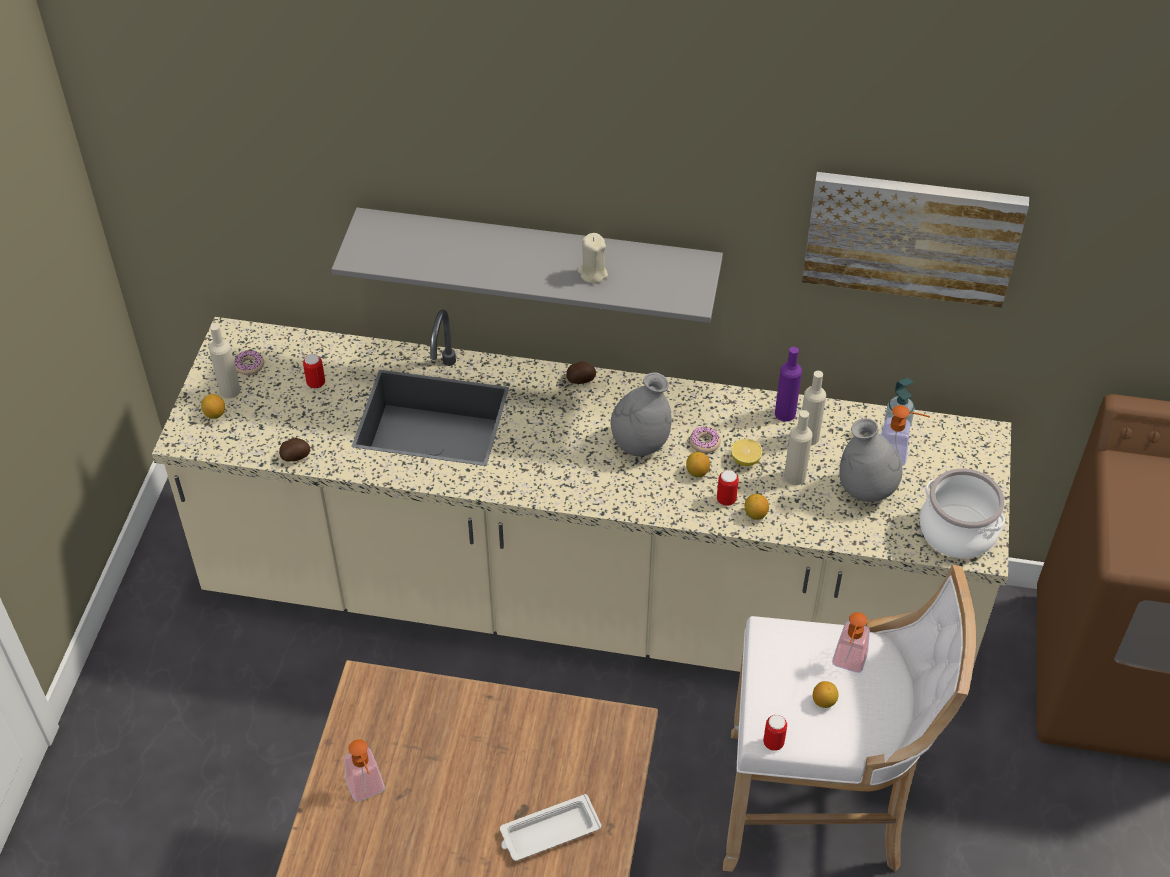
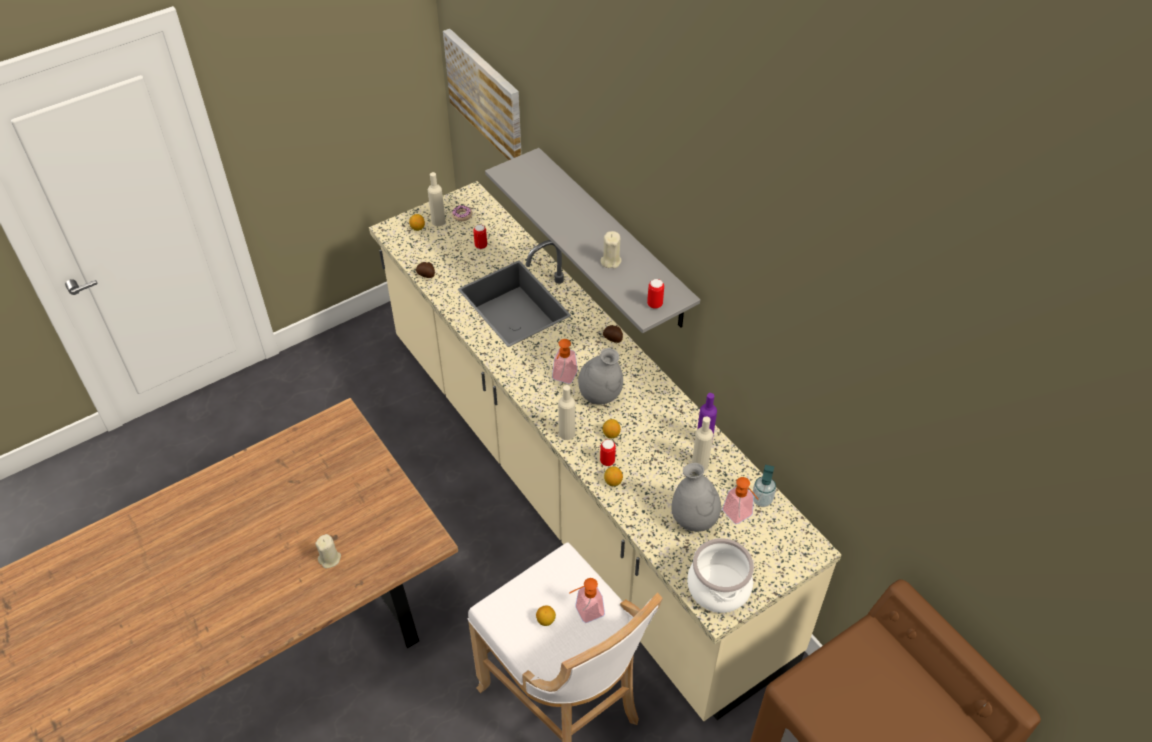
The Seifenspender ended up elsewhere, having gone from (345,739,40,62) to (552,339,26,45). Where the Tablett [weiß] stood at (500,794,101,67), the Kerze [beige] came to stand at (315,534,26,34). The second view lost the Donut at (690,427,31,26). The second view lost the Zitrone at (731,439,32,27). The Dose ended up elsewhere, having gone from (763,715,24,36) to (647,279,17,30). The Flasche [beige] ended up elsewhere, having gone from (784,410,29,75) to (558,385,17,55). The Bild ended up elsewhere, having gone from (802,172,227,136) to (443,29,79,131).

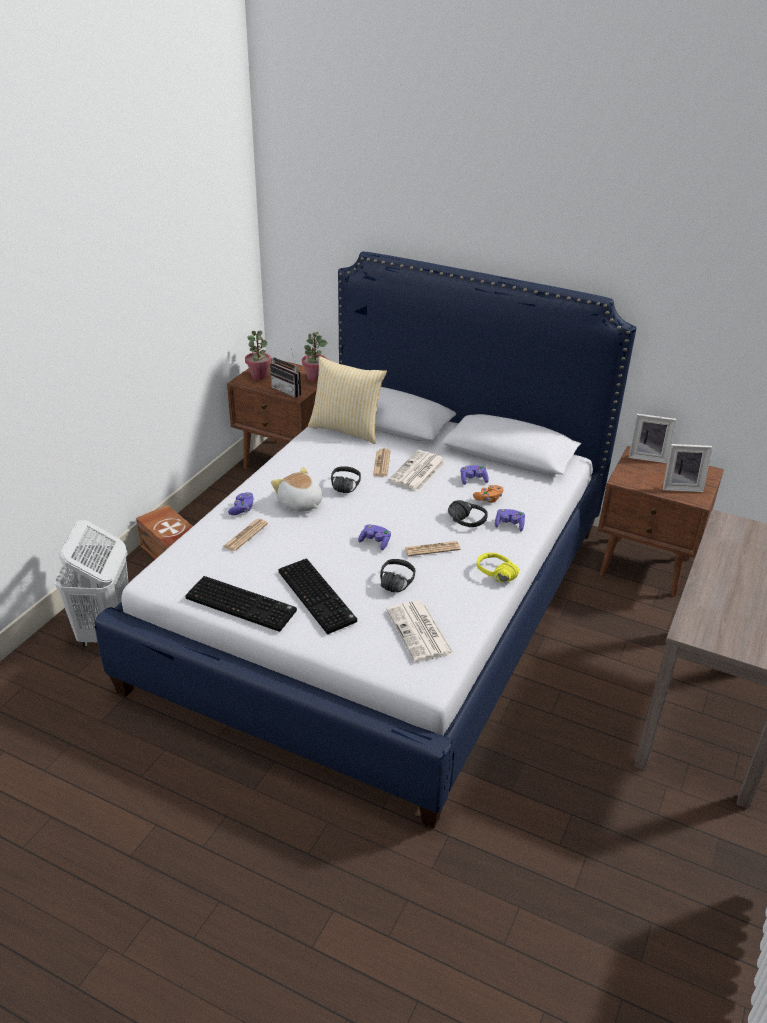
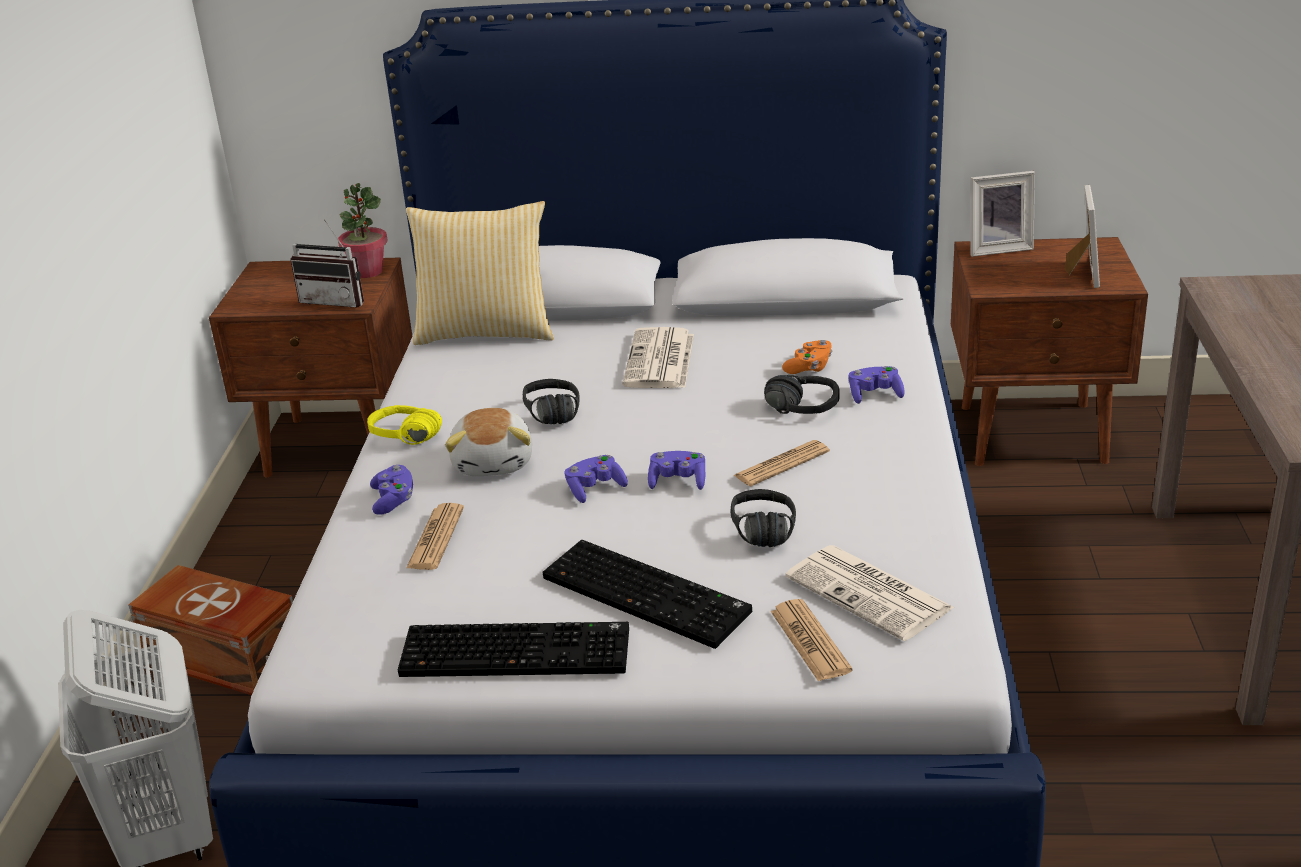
The second view lost the Topfpflanze at (245,331,26,49). The Plüschtier at (271,467,52,45) ended up facing another way, 120 degrees counterclockwise from before. The Zeitung ended up elsewhere, having gone from (373,449,18,28) to (771,599,81,83). The Gamepad [lila] ended up elsewhere, having gone from (460,465,29,20) to (564,455,64,48). The Kopfhörer [gelb] ended up elsewhere, having gone from (477,553,42,29) to (367,405,75,40). The Bilderrahmen at (663,444,49,48) ended up facing another way, 60 degrees counterclockwise from before.

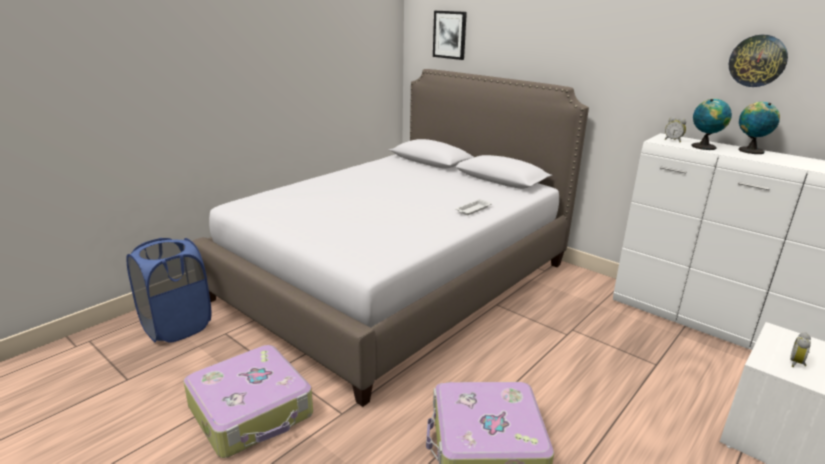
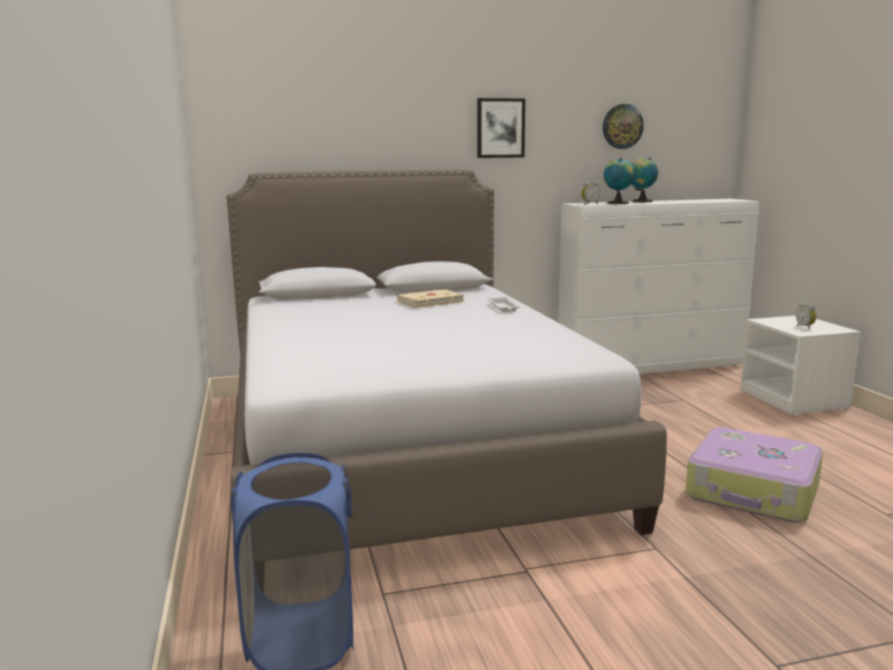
The second view lost the Koffer at (183,345,130,113). The Bild ended up elsewhere, having gone from (433,11,34,49) to (477,98,48,60). The second view gained the Buch [beige] at (397,289,67,19).

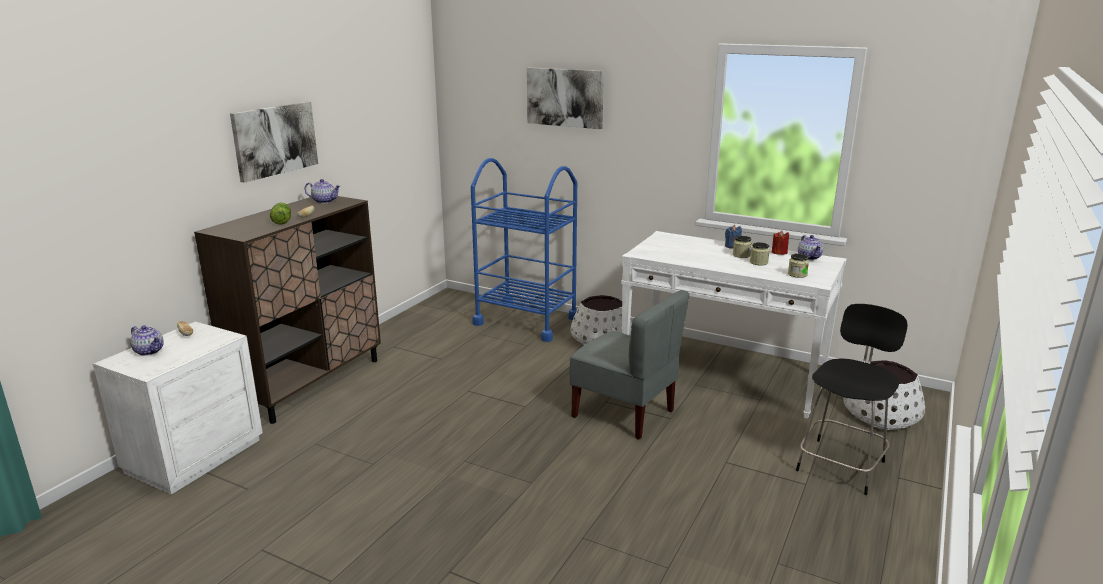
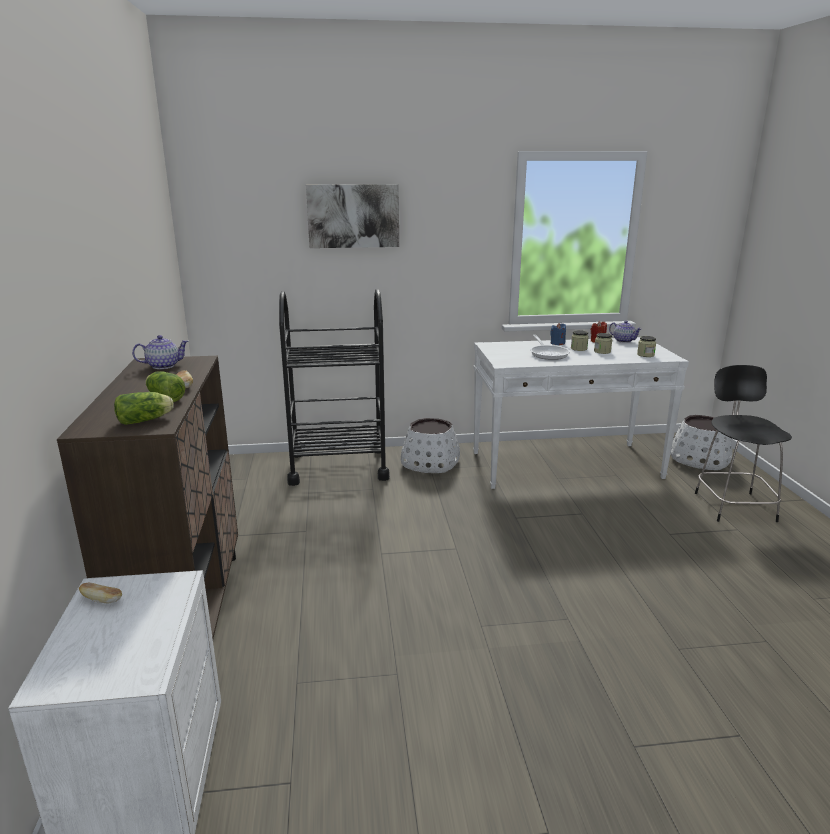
The second view lost the Teekanne at (130,325,34,31). The second view lost the Bild at (230,101,88,82). What was the Rollwagen [blau] at (471,158,106,184) turned into the Rollwagen [schwarz] at (279,289,111,197). The second view lost the Stuhl [grau] at (570,290,119,149). The second view gained the Salatkopf at (114,392,60,33). The second view gained the Pfanne at (530,335,40,25).

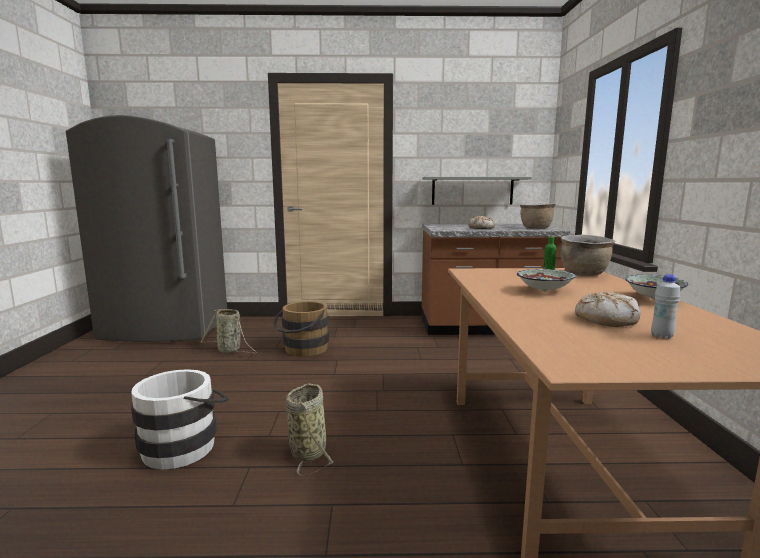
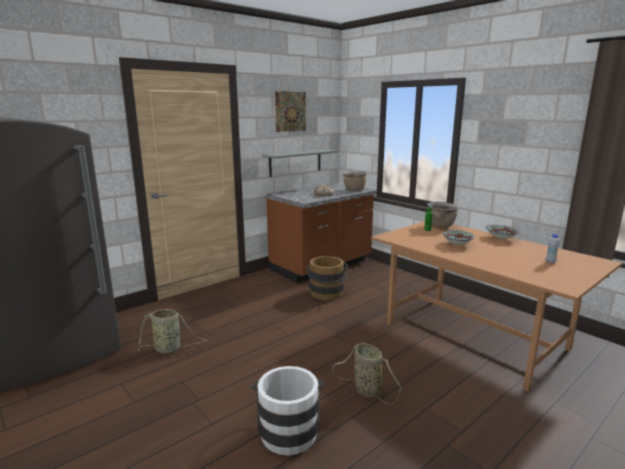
The Eimer [braun] ended up elsewhere, having gone from (273,301,56,56) to (306,256,42,44). The second view lost the Brot at (575,292,66,35). The second view gained the Bild at (275,91,31,41).

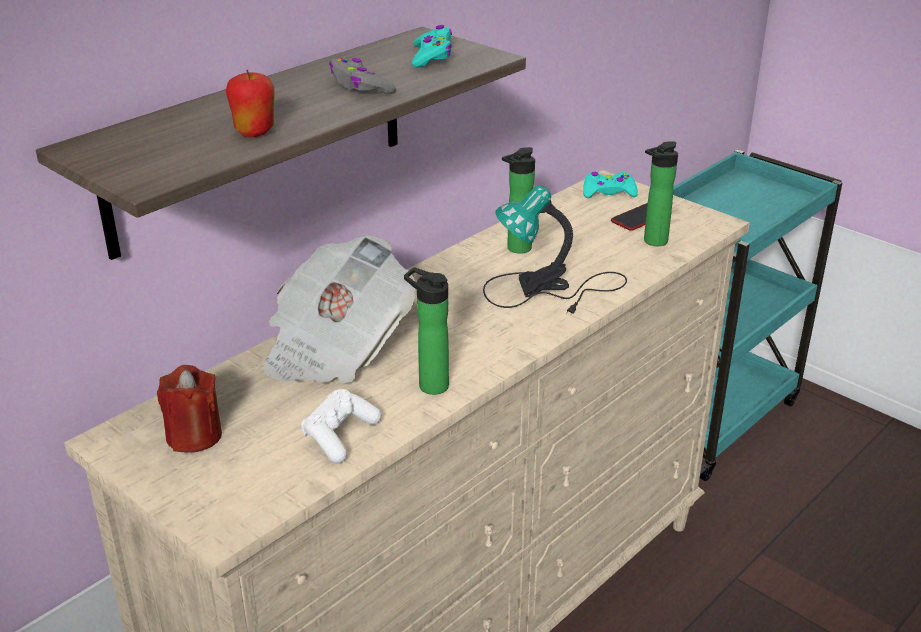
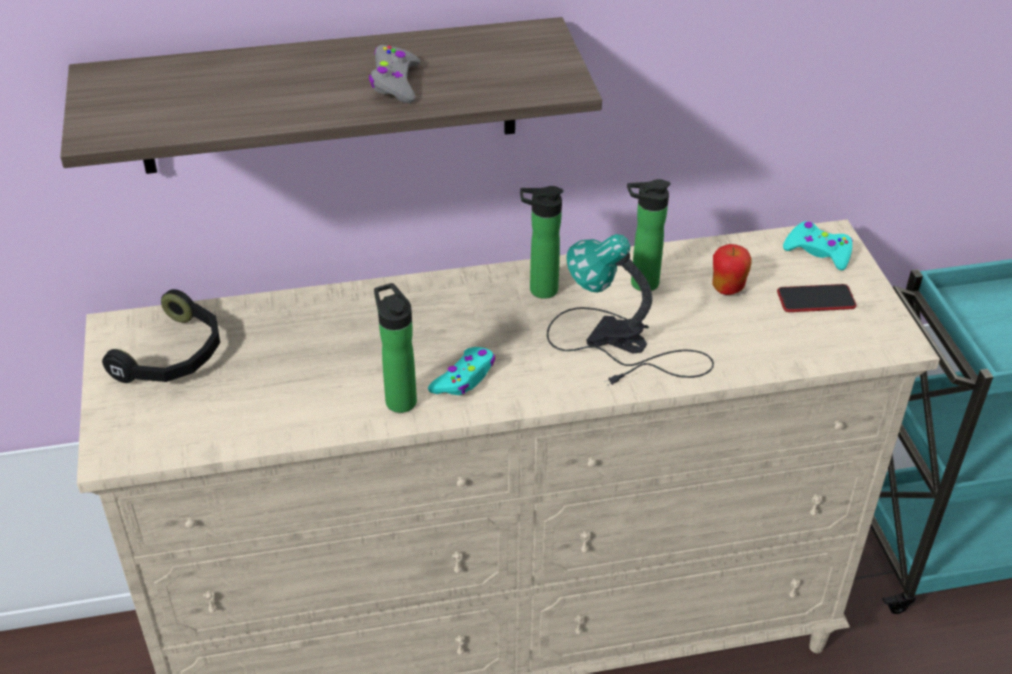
Where the Kerze [rot] stood at (157,365,65,88), the Kopfhörer [schwarz] came to stand at (102,289,118,94). The Apfel ended up elsewhere, having gone from (226,69,49,69) to (712,244,40,51). The second view lost the Zeitung at (263,236,152,148). The second view lost the Gamepad [weiß] at (301,389,81,75). The Gamepad [türkis] ended up elsewhere, having gone from (412,25,40,42) to (428,347,67,48). The Flasche ended up elsewhere, having gone from (644,141,34,105) to (520,186,43,113).

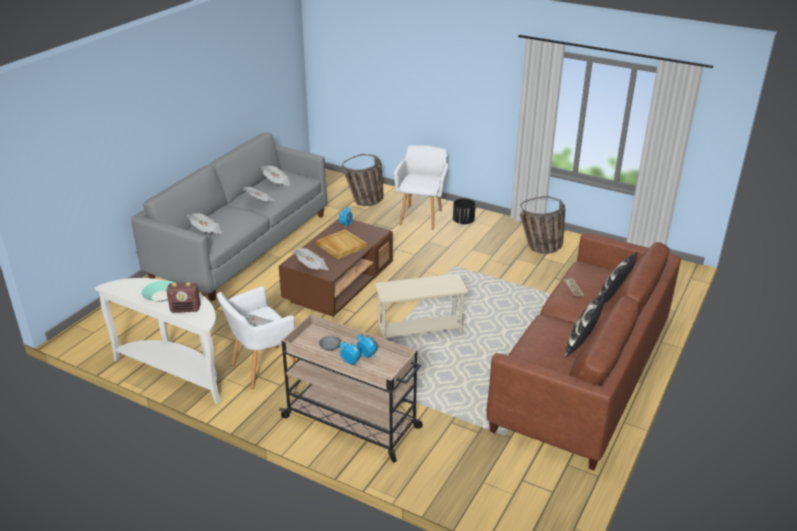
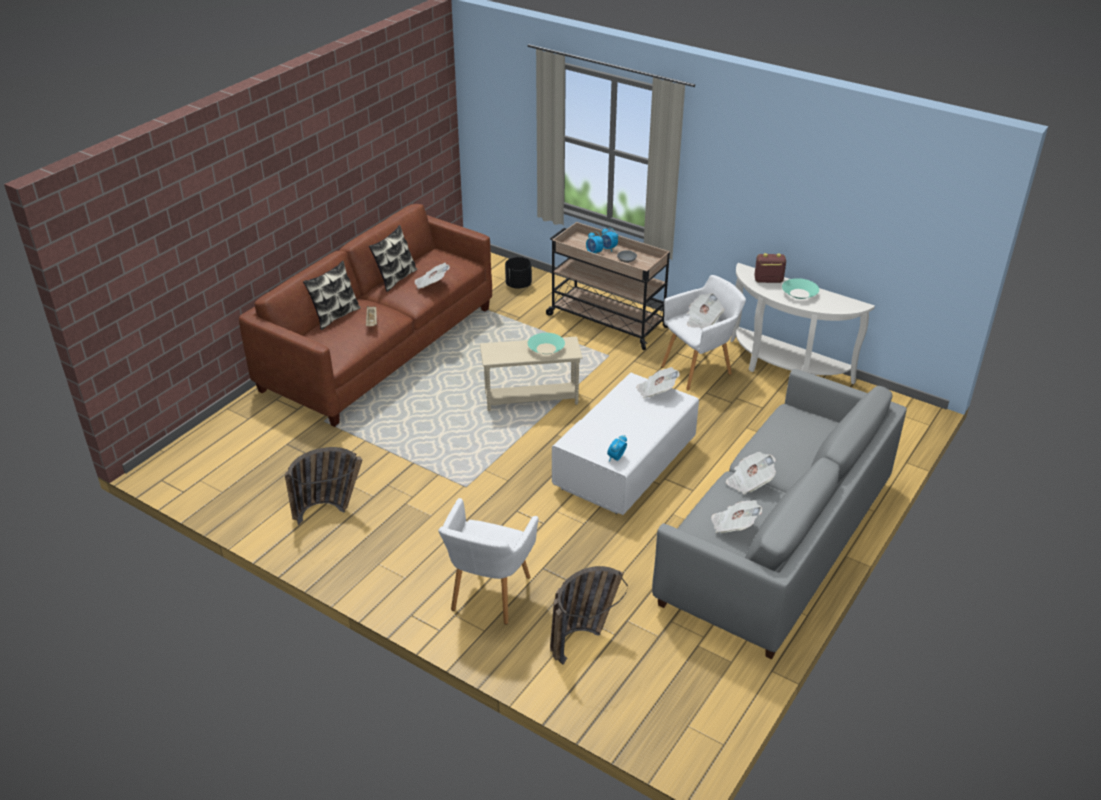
The Zeitung ended up elsewhere, having gone from (187,213,35,21) to (414,263,36,26). What was the Couchtisch [braun] at (279,219,114,98) turned into the Couchtisch [weiß] at (552,372,147,143). The second view lost the Tablett [beige] at (316,229,51,30). The Pflanzkübel [schwarz] ended up elsewhere, having gone from (453,198,23,26) to (505,257,27,32). The second view gained the Schüssel [türkis] at (528,333,37,21).

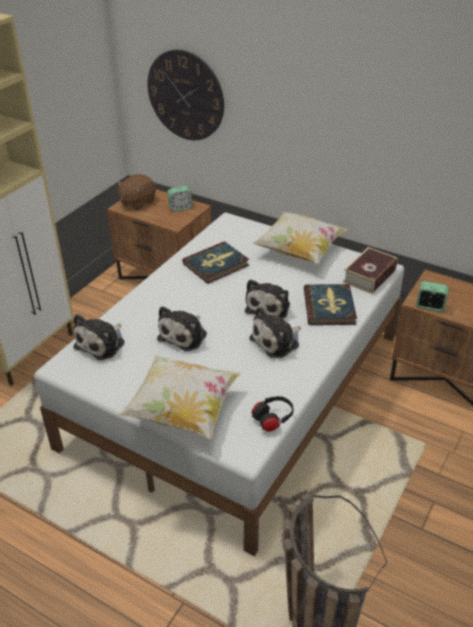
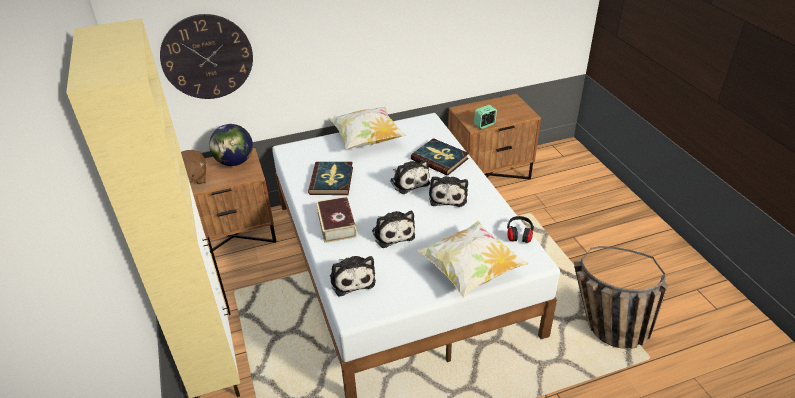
Where the Wecker stood at (167,186,26,26), the Globus came to stand at (209,124,44,42). The Buch ended up elsewhere, having gone from (343,247,54,47) to (316,196,41,47).

